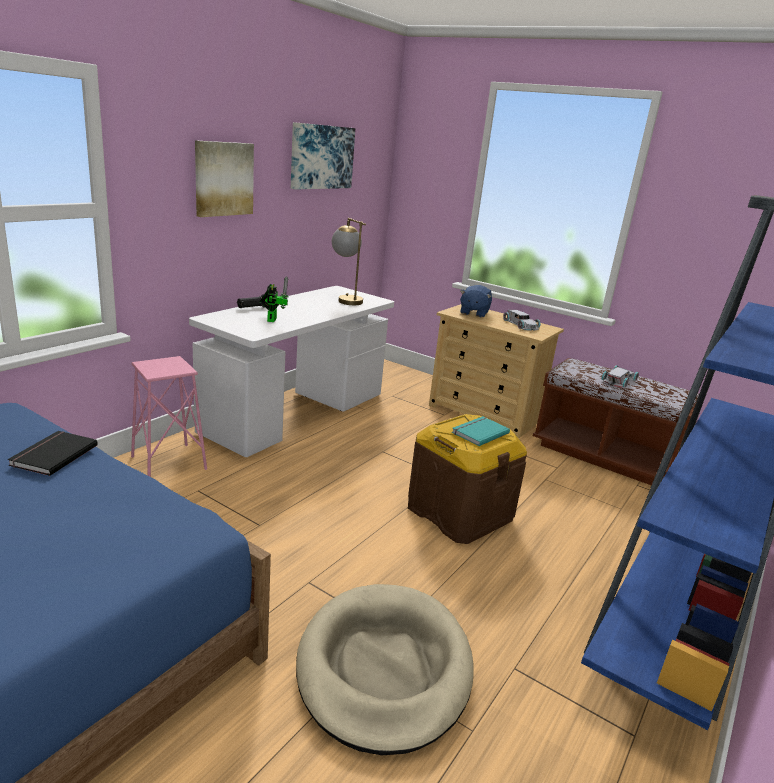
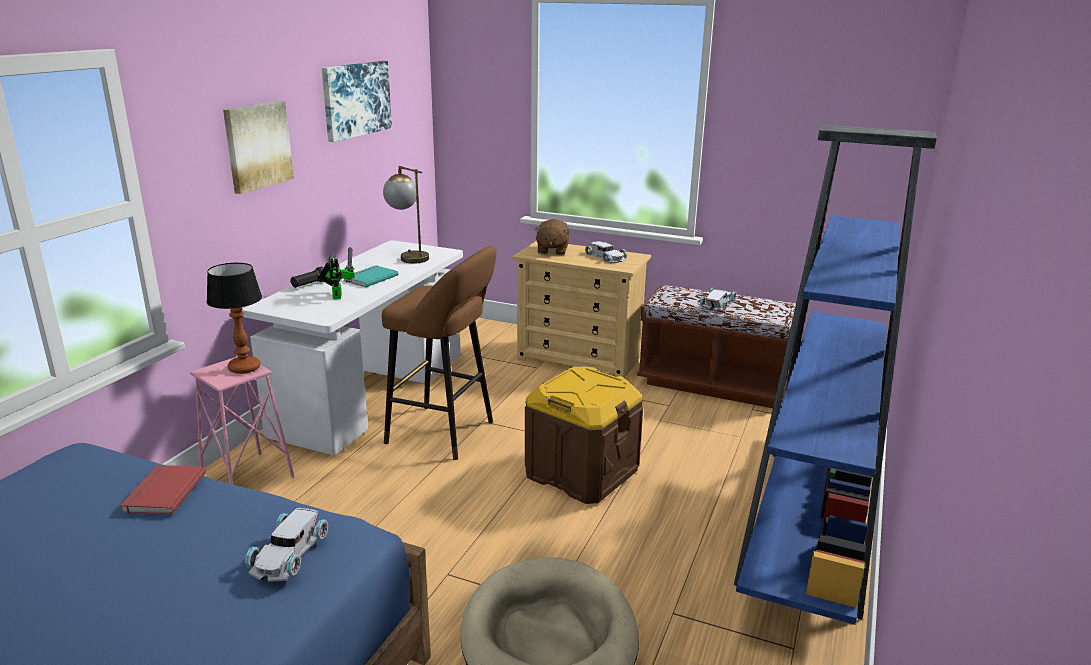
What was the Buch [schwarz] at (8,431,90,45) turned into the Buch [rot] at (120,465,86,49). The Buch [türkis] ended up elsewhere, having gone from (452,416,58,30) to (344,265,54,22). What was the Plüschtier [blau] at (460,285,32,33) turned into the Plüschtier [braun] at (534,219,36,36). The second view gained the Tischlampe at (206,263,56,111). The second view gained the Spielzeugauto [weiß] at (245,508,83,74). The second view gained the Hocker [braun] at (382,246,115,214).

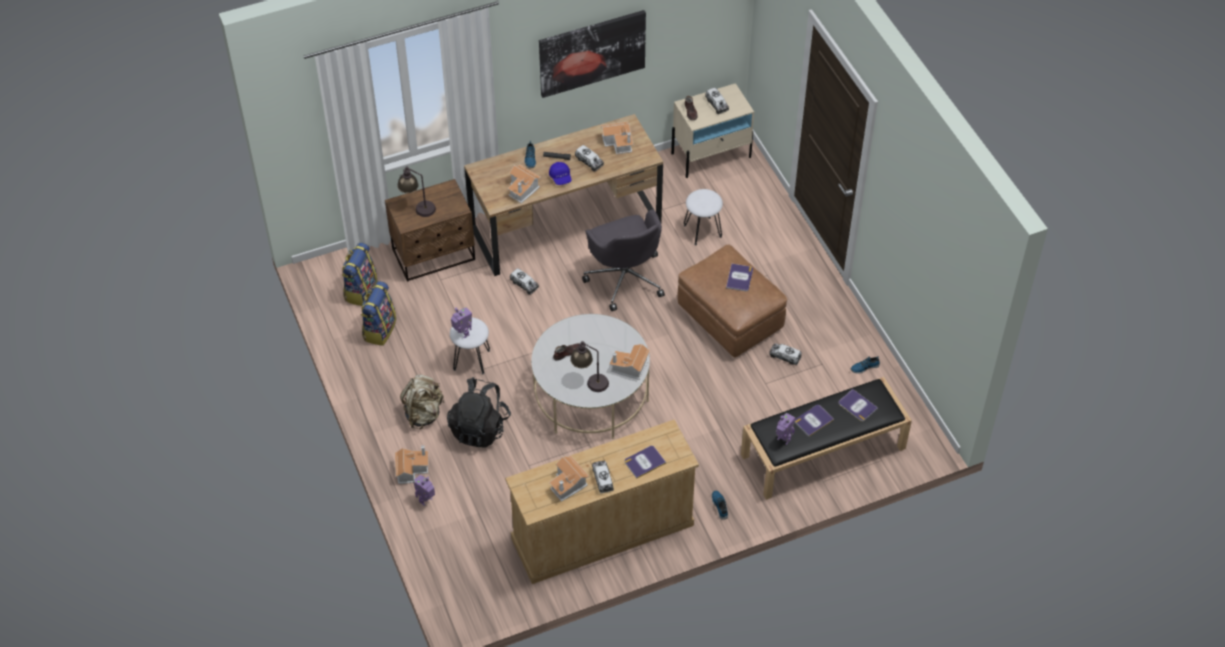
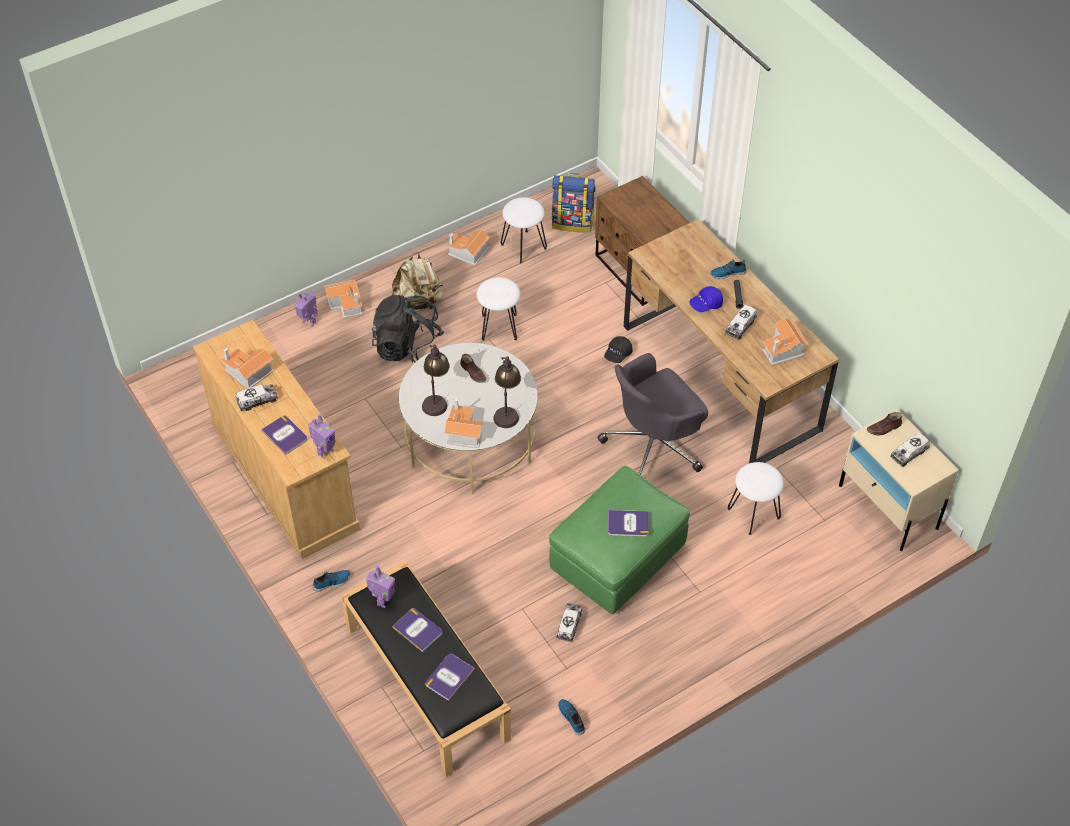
Where the Rucksack stood at (361,281,35,65), the Hocker [weiß] came to stand at (501,197,46,66). The Tischlampe ended up elsewhere, having gone from (397,166,39,51) to (493,356,28,72). The Spielzeugroboter ended up elsewhere, having gone from (451,307,21,32) to (308,414,27,45). The Spielzeughaus ended up elsewhere, having gone from (508,164,33,39) to (446,229,44,36). Where the Spielzeuglaster stood at (510,268,29,27), the Kappe [schwarz] came to stand at (604,336,29,27). The second view lost the Bild at (539,10,107,88). What was the Polsterhocker [braun] at (678,244,109,113) turned into the Polsterhocker [grün] at (549,466,141,148).

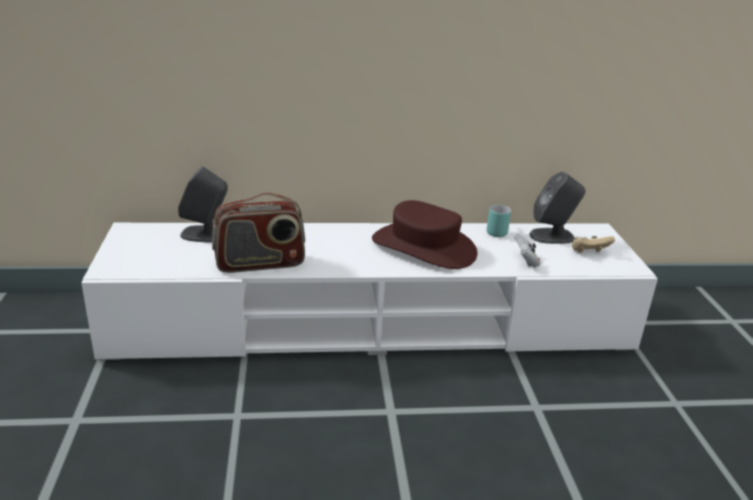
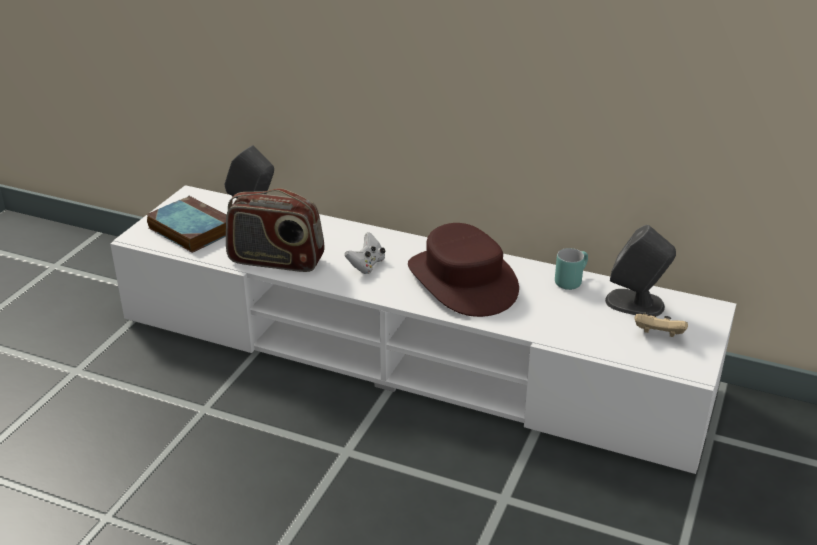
The Gamepad [weiß] ended up elsewhere, having gone from (513,233,28,34) to (345,232,40,42). The second view gained the Buch at (146,196,80,57).

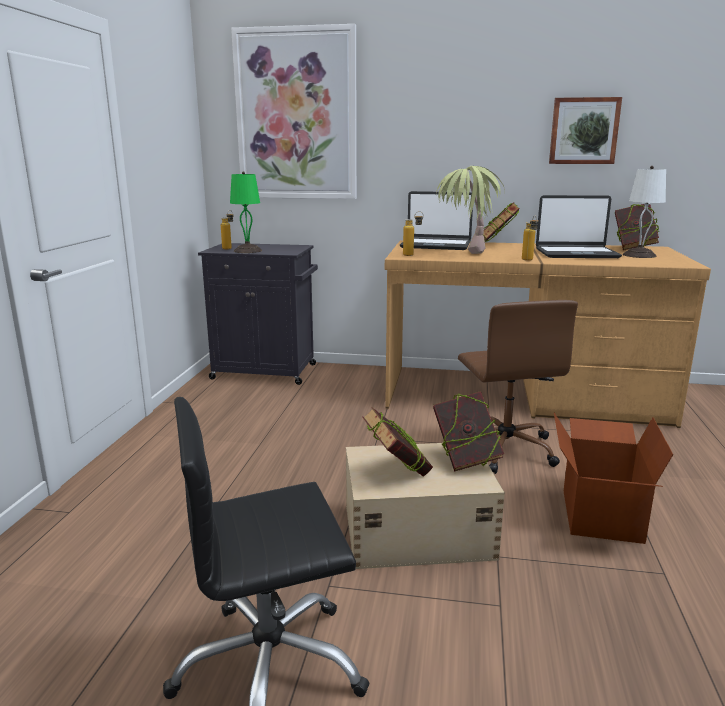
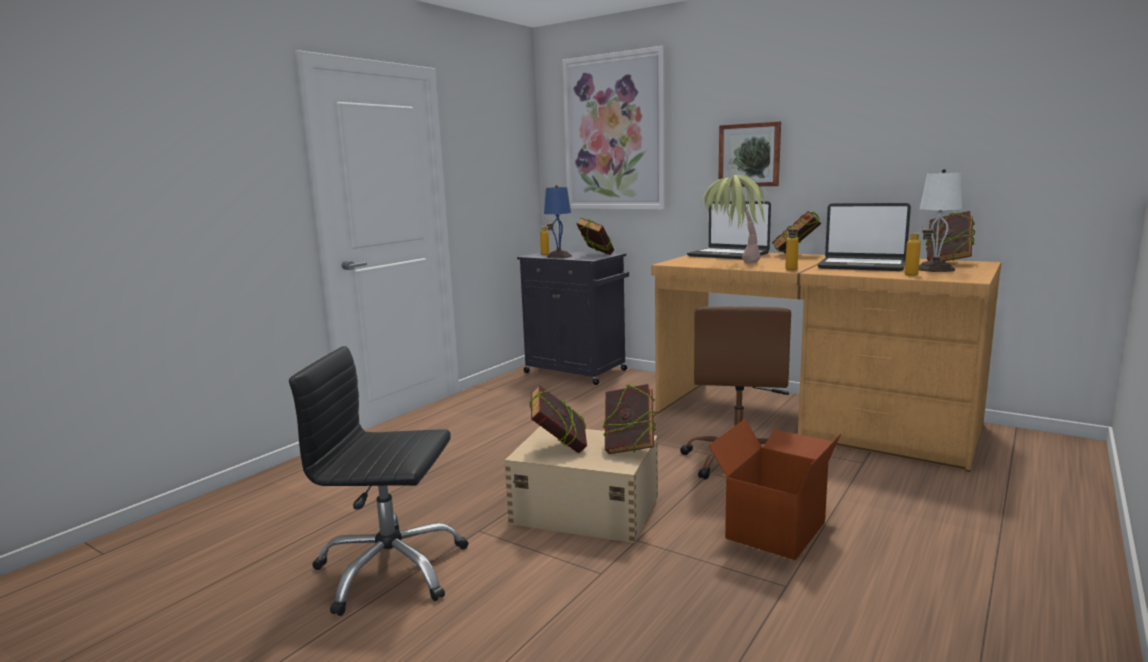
What was the Tischlampe [grün] at (230,171,32,82) turned into the Tischlampe [blau] at (544,185,28,73). The Flasche ended up elsewhere, having gone from (403,211,21,45) to (905,224,29,52). The Bild ended up elsewhere, having gone from (549,97,73,67) to (719,122,62,65). The second view gained the Buch at (576,217,38,38).

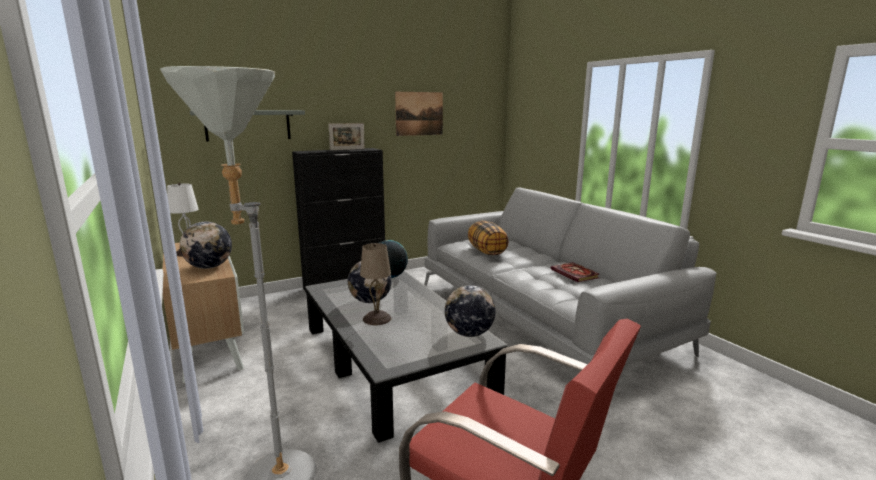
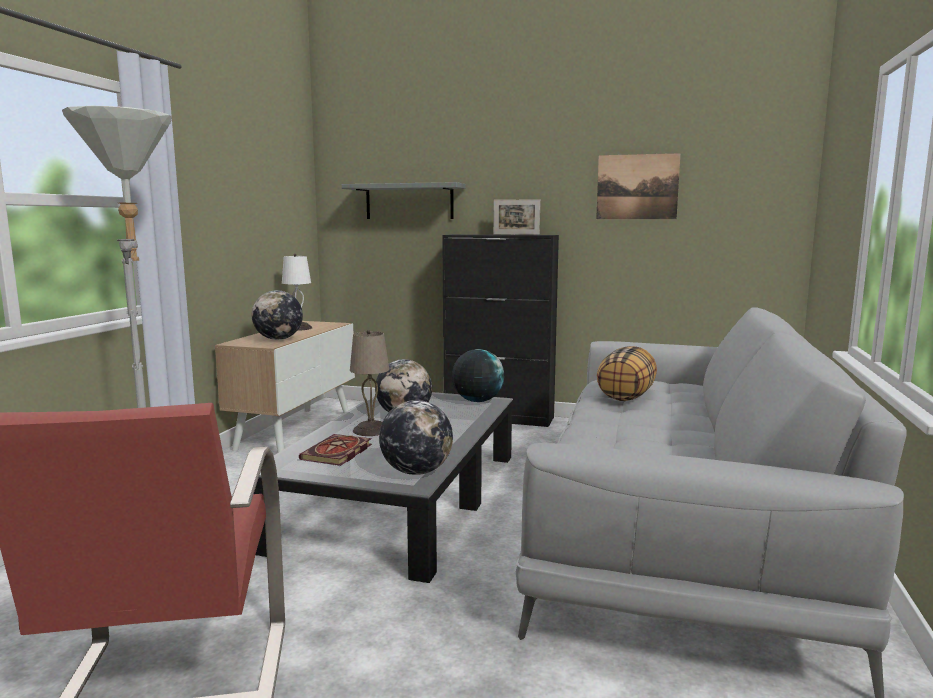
The Buch ended up elsewhere, having gone from (551,262,49,20) to (299,434,73,32).

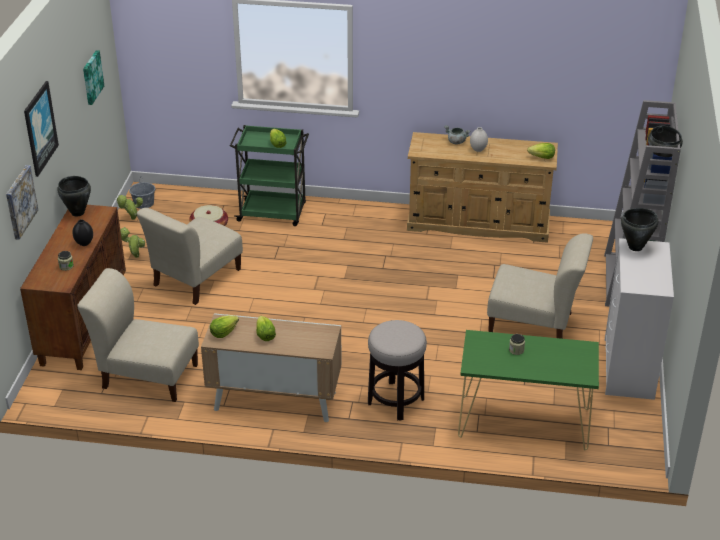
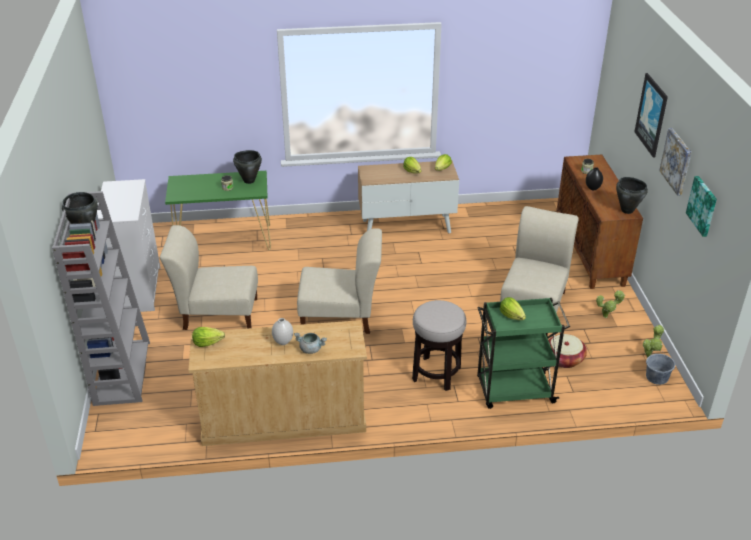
The Bild ended up elsewhere, having gone from (6,165,32,75) to (659,128,33,68). The Stuhl [beige] ended up elsewhere, having gone from (77,268,122,134) to (297,228,85,106). The Hocker ended up elsewhere, having gone from (368,320,59,100) to (412,300,54,91). The Kochtopf [schwarz] ended up elsewhere, having gone from (621,208,37,43) to (233,150,29,34).

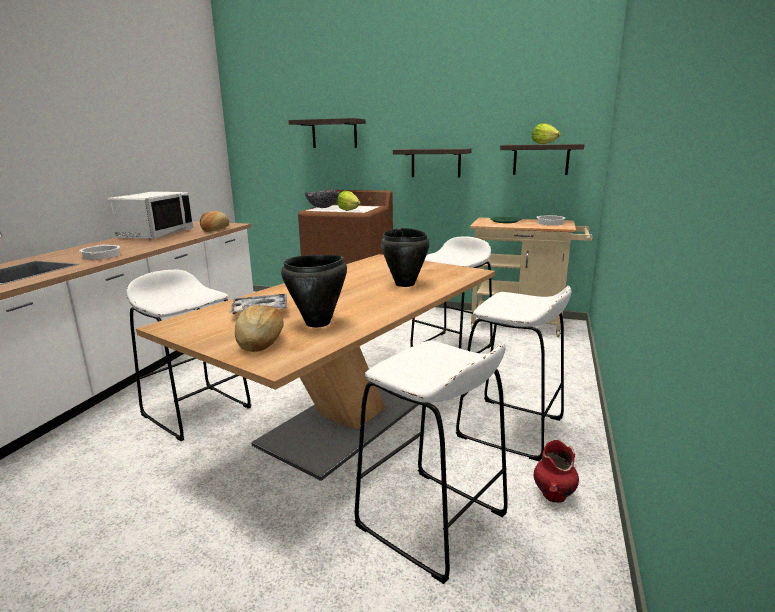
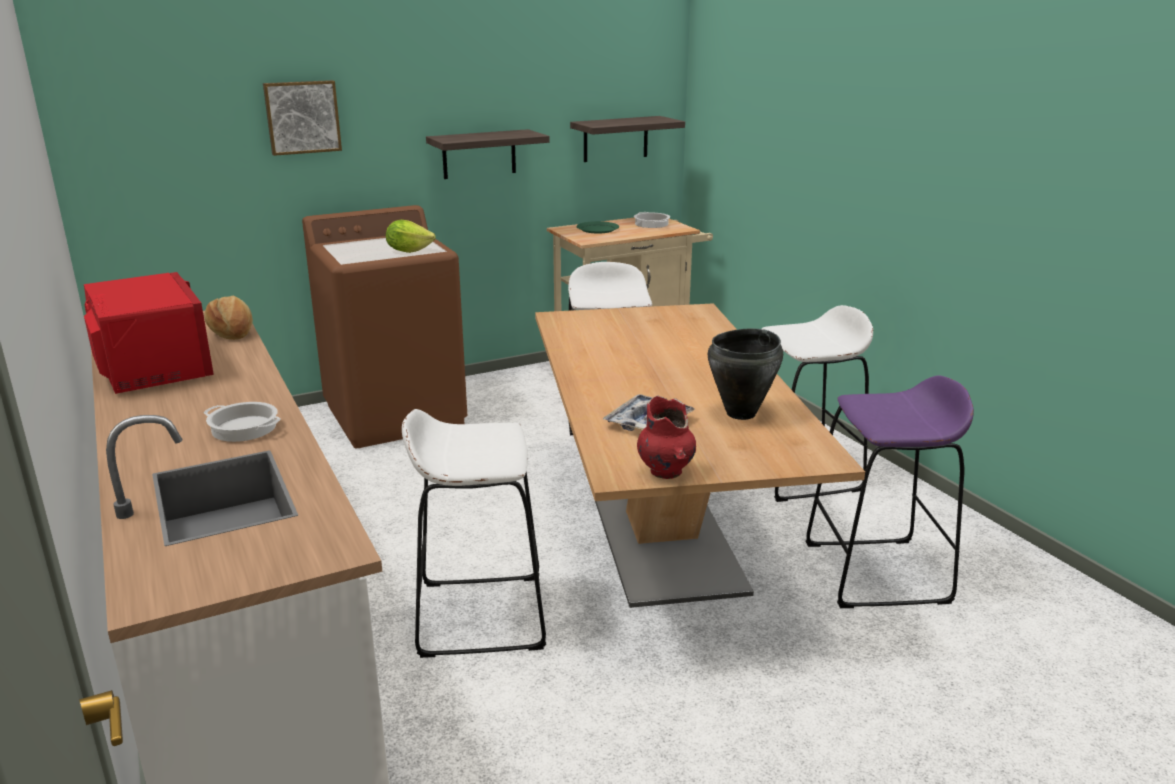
What was the Mikrowelle [weiß] at (107,192,86,47) turned into the Mikrowelle [rot] at (84,272,130,122). The second view lost the Brot at (235,305,48,47). Where the Wandregal hung at (288,118,78,30), the Bild came to hang at (263,80,79,76). The second view lost the Schüssel at (305,190,35,18). What was the Hocker [weiß] at (354,341,154,243) turned into the Hocker [lila] at (806,375,168,233). The second view lost the Kochtopf [schwarz] at (381,228,49,59). The second view lost the Salatkopf at (532,123,29,21). The Vase [rot] ended up elsewhere, having gone from (534,439,45,64) to (637,395,59,84).

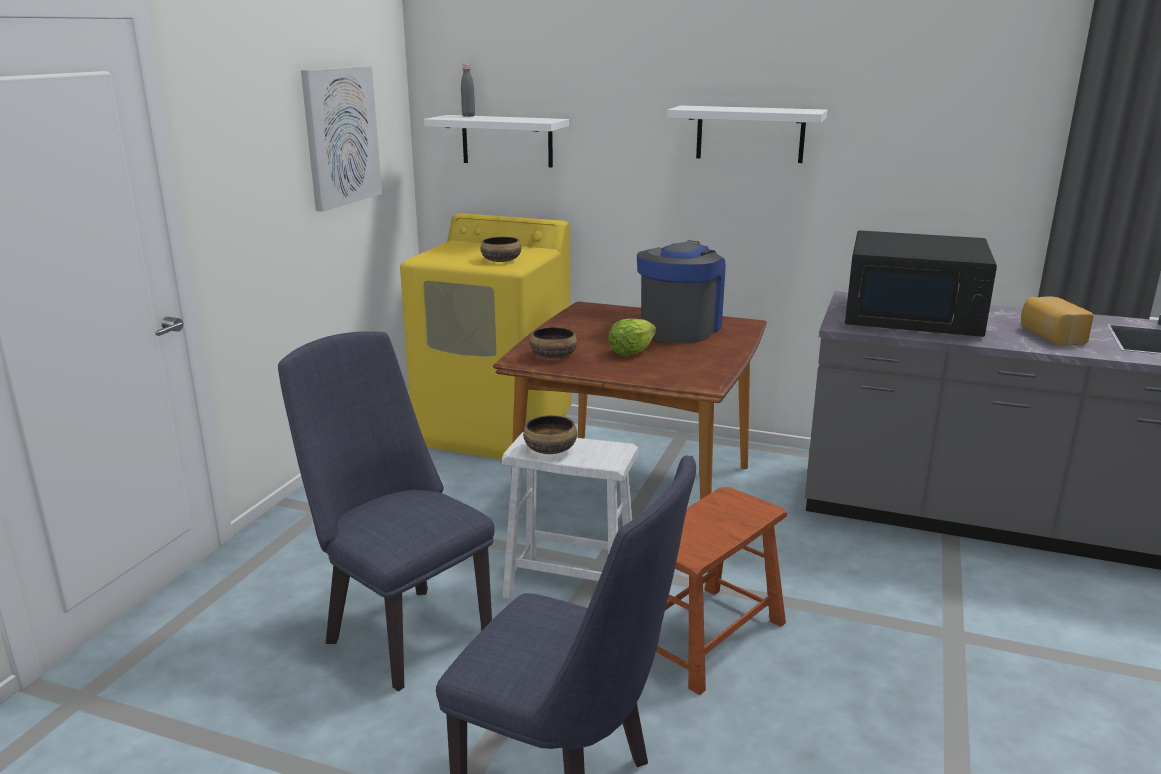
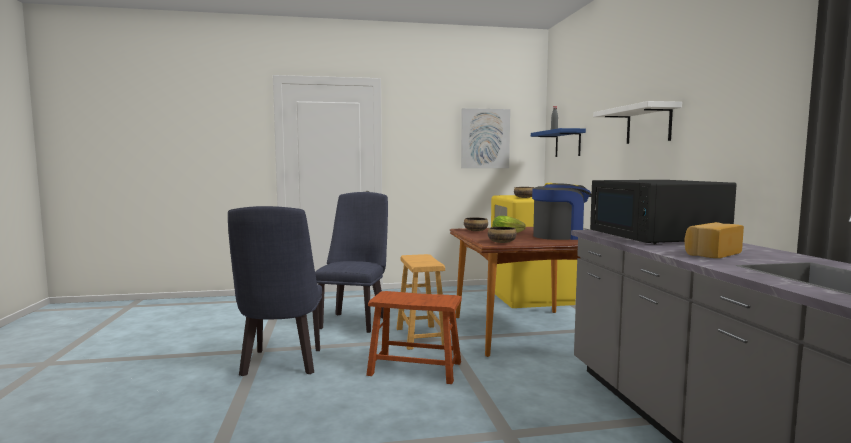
What was the Wandregal [weiß] at (424,115,145,52) turned into the Wandregal [blau] at (531,128,55,29). What was the Hocker [weiß] at (502,432,137,166) turned into the Hocker [braun] at (396,254,49,96). The Schüssel ended up elsewhere, having gone from (523,415,54,39) to (488,227,29,16).

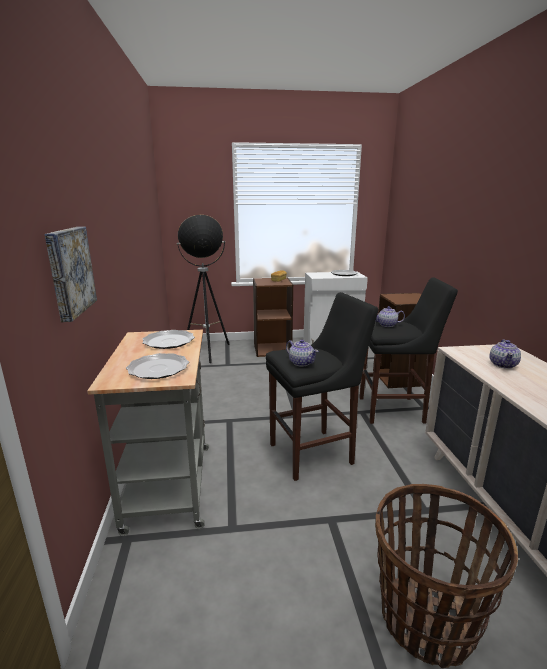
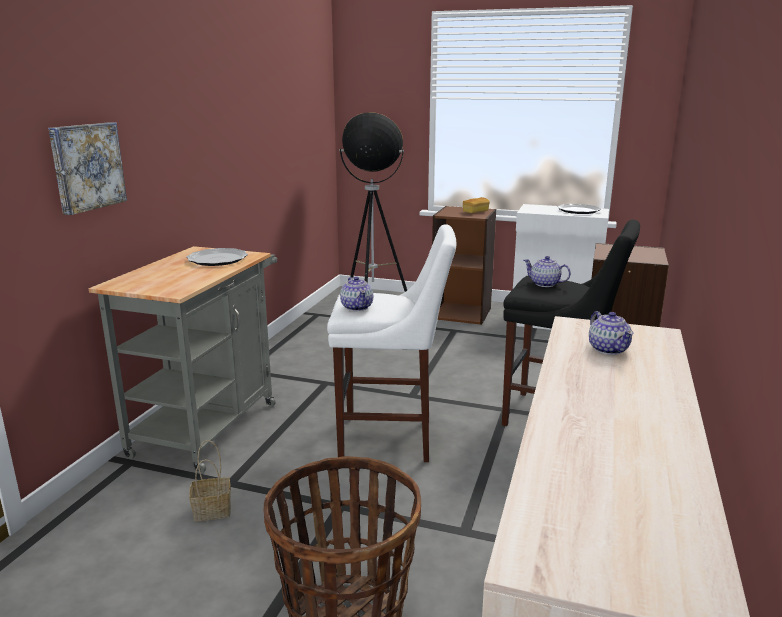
The second view lost the Teller at (126,353,63,26). What was the Hocker [schwarz] at (266,292,112,189) turned into the Hocker [weiß] at (327,224,129,238). The Teekanne at (489,340,32,29) ended up facing another way, 60 degrees counterclockwise from before. The second view gained the Korb at (189,440,42,82).

